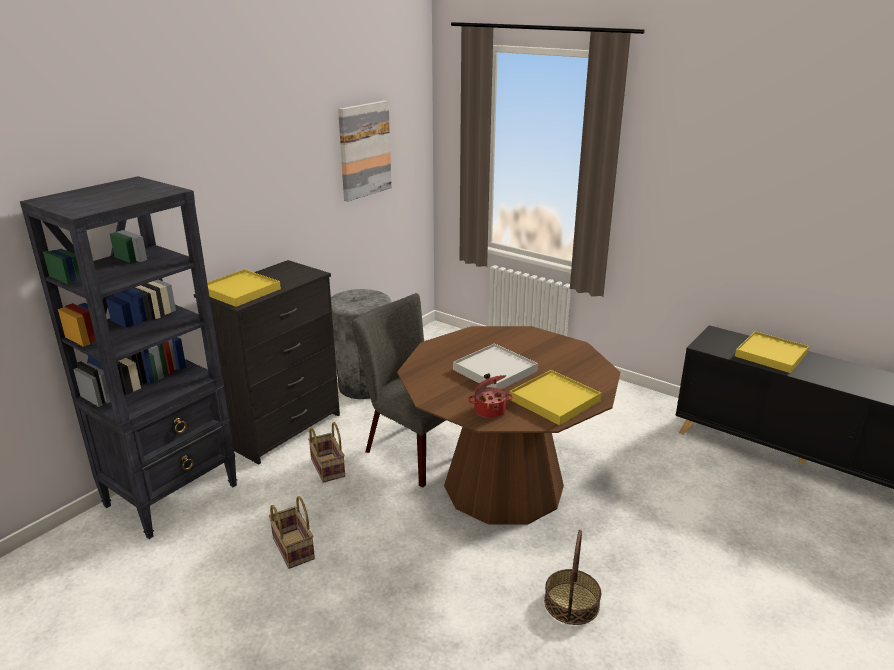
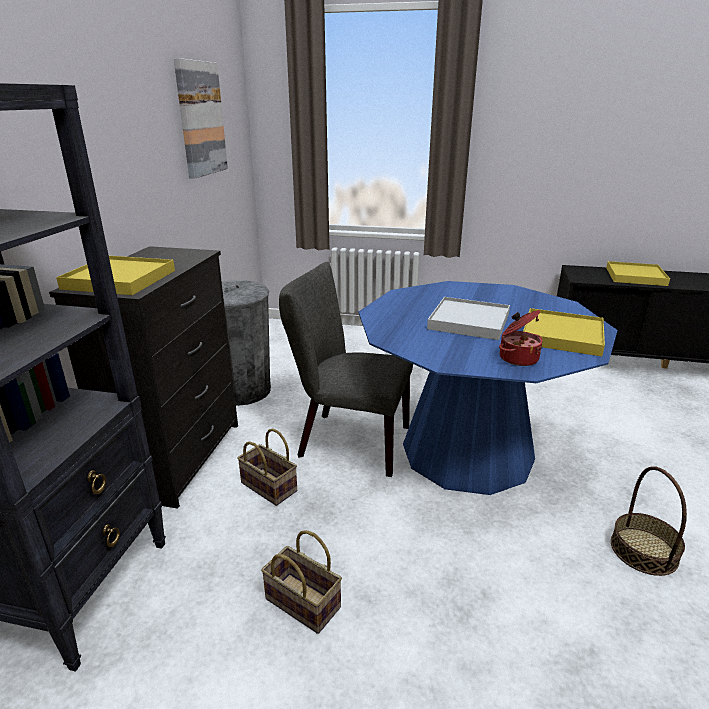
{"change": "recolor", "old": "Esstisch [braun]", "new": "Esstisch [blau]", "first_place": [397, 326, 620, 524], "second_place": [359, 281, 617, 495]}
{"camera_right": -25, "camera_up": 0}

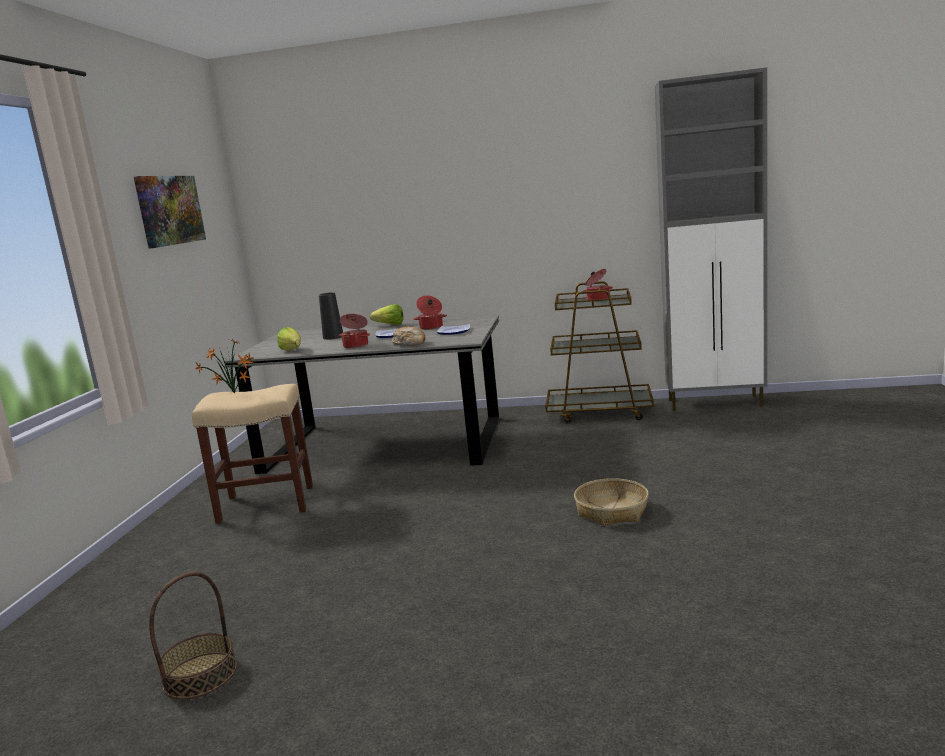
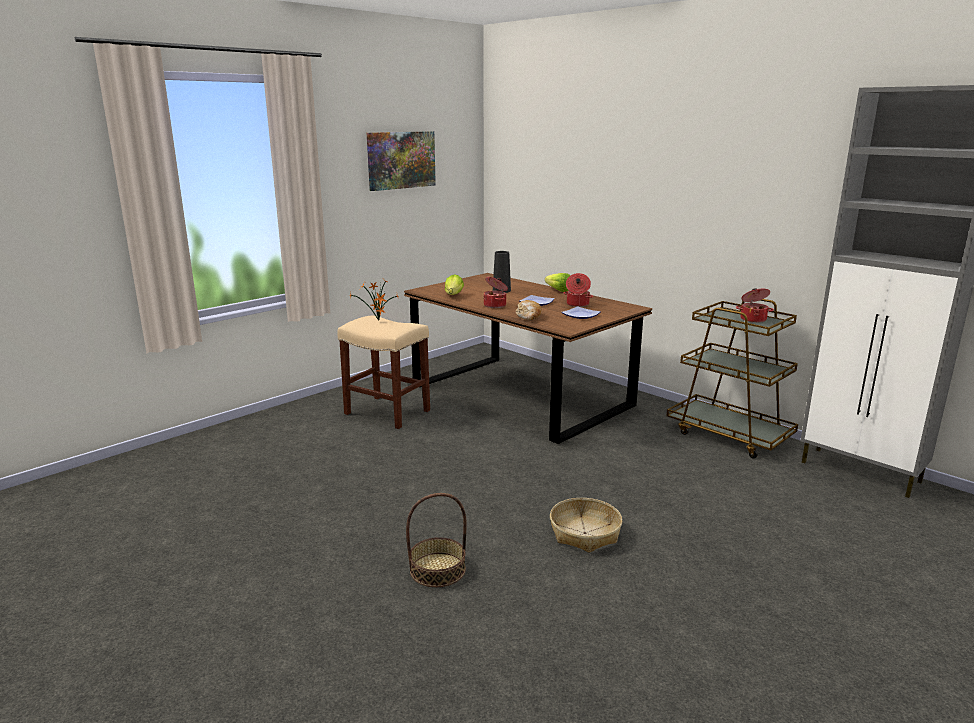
{"change": "recolor", "old": "Esstisch [grau]", "new": "Esstisch [braun]", "first_place": [224, 315, 499, 474], "second_place": [404, 273, 652, 444]}
{"change": "move", "old": "Korb", "first_place": [149, 572, 237, 699], "second_place": [406, 493, 467, 587]}
{"camera_right": 35, "camera_up": 5}

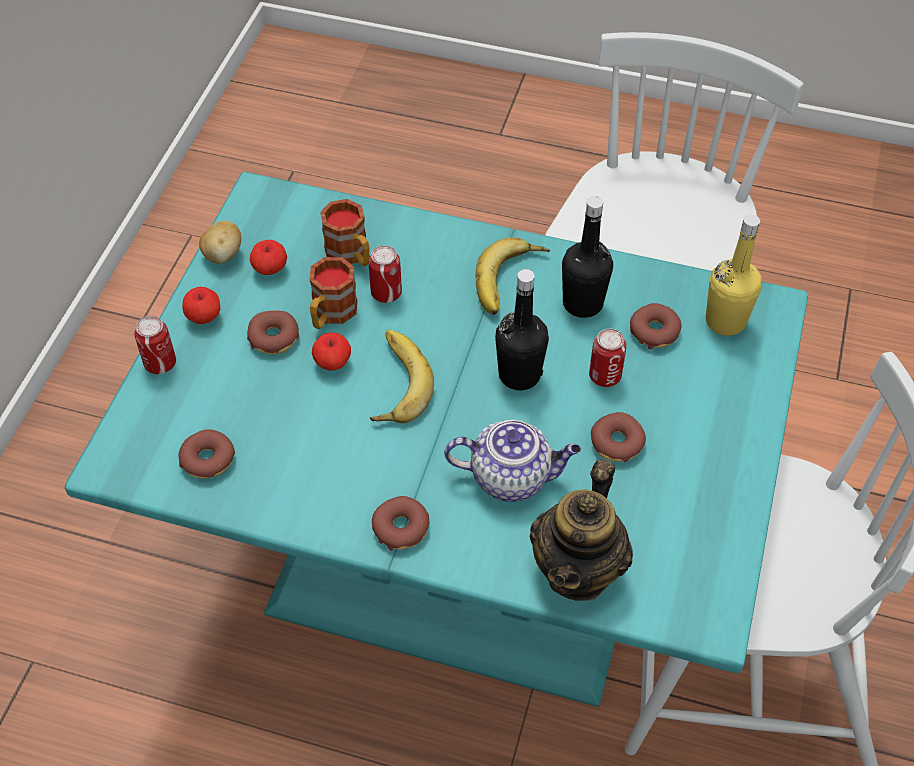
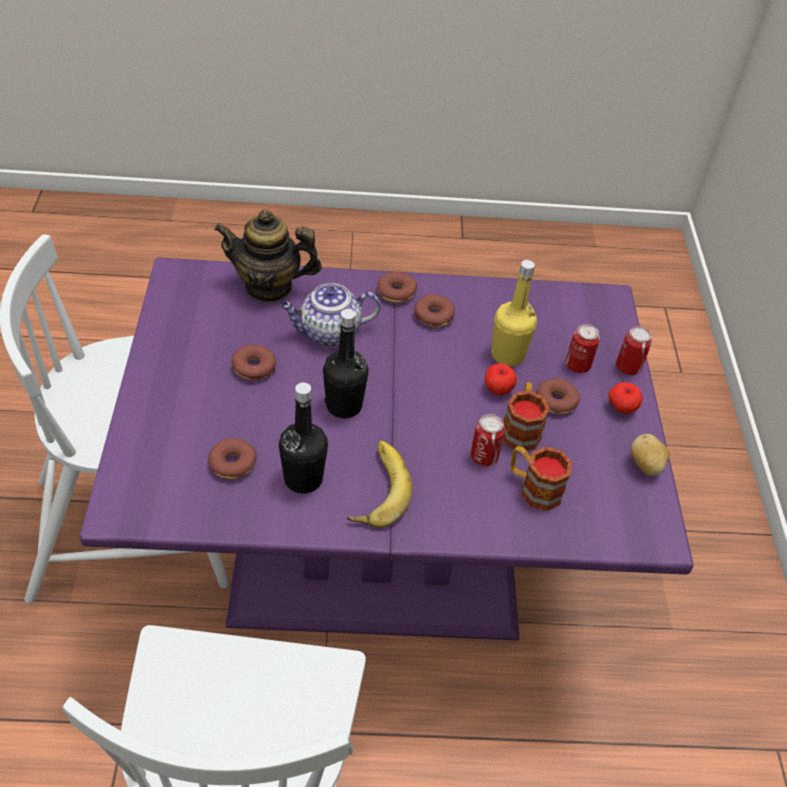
{"change": "recolor", "old": "Esstisch [türkis]", "new": "Esstisch [lila]", "first_place": [65, 172, 808, 707], "second_place": [80, 257, 694, 641]}
{"change": "move", "old": "Flasche [gelb]", "first_place": [706, 214, 762, 336], "second_place": [491, 260, 537, 366]}
{"change": "delete", "old": "Apfel", "first_place": [250, 240, 287, 275]}
{"change": "move", "old": "Dose", "first_place": [589, 328, 626, 387], "second_place": [565, 324, 600, 373]}
{"change": "delete", "old": "Banane", "first_place": [370, 330, 434, 423]}
{"change": "move", "old": "Donut", "first_place": [179, 429, 235, 479], "second_place": [414, 294, 455, 329]}
{"change": "rotate", "old": "Teekanne", "first_place": [530, 459, 633, 601], "second_place": [214, 209, 322, 303], "degrees": -90}
{"camera_right": 160, "camera_up": -5}

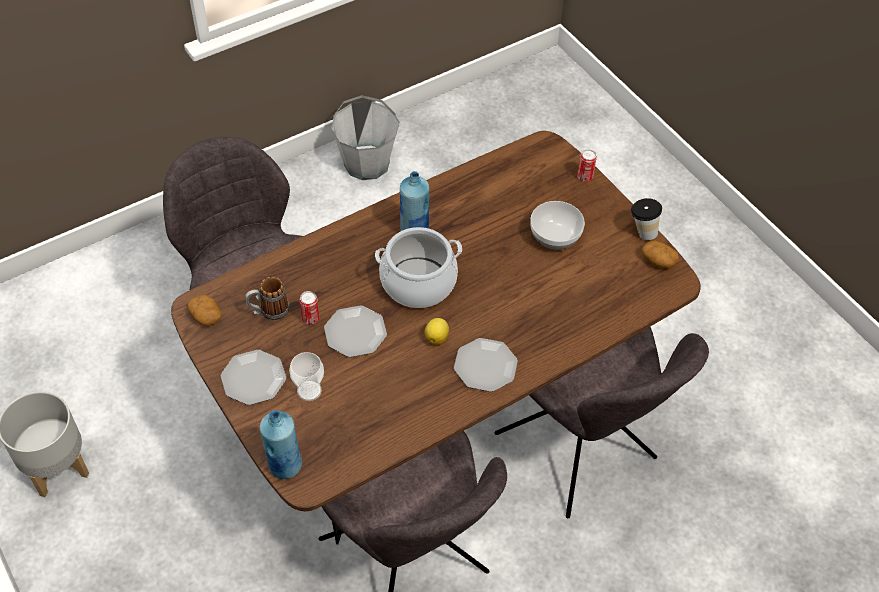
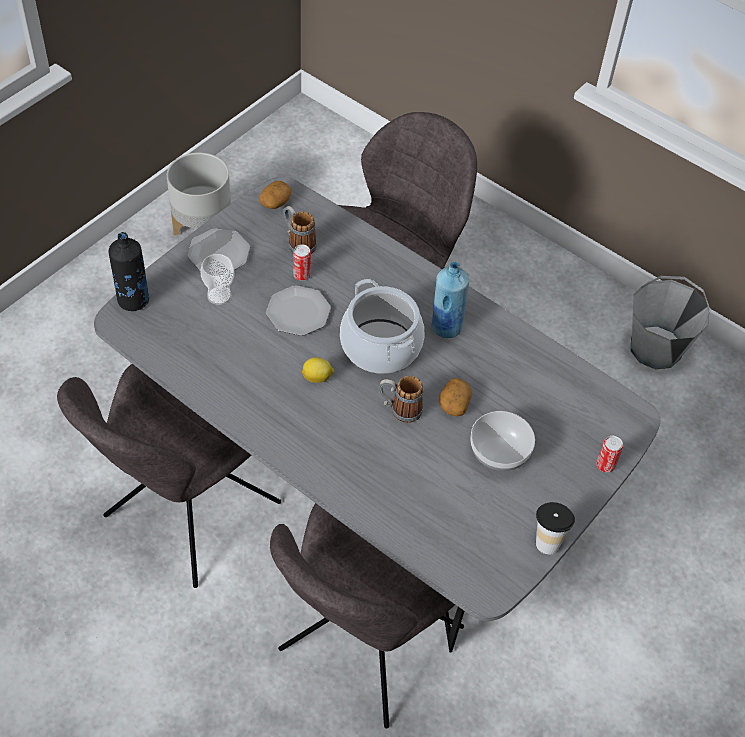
{"change": "recolor", "old": "Esstisch [braun]", "new": "Esstisch [grau]", "first_place": [171, 131, 701, 544], "second_place": [94, 177, 660, 652]}
{"change": "move", "old": "Kartoffel", "first_place": [642, 240, 679, 268], "second_place": [439, 378, 472, 416]}
{"change": "delete", "old": "Teller", "first_place": [454, 338, 518, 392]}
{"change": "recolor", "old": "Flasche [blau]", "new": "Flasche [schwarz]", "first_place": [260, 410, 302, 479], "second_place": [108, 232, 149, 311]}
{"change": "insert", "new": "Henkelbecher", "second_place": [378, 376, 423, 423]}
{"camera_right": 70, "camera_up": 0}

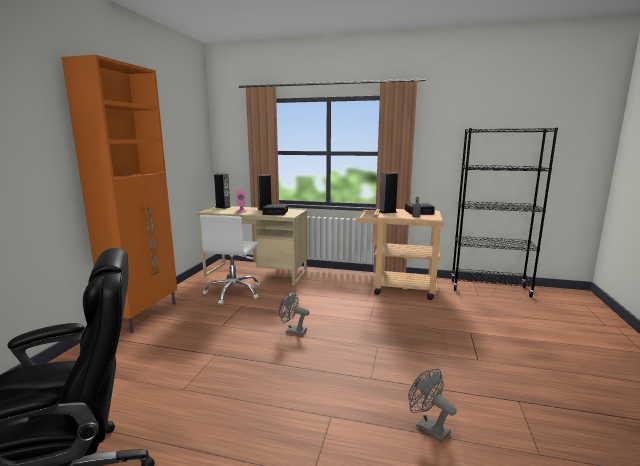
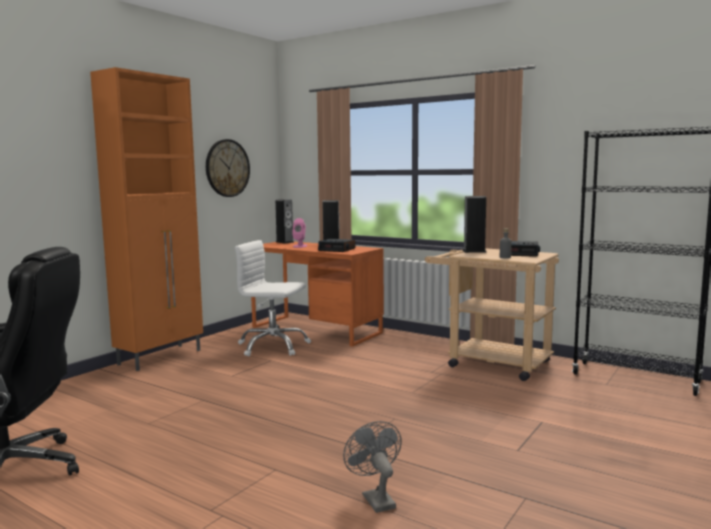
{"change": "recolor", "old": "Schreibtisch [beige]", "new": "Schreibtisch [orange]", "first_place": [197, 206, 308, 285], "second_place": [251, 242, 384, 347]}
{"change": "rotate", "old": "Bürostuhl [weiß]", "first_place": [200, 215, 260, 305], "second_place": [235, 240, 311, 356], "degrees": 75}
{"change": "delete", "old": "Ventilator [grau]", "first_place": [279, 291, 310, 336]}
{"change": "insert", "new": "Wanduhr", "second_place": [206, 139, 250, 197]}
{"camera_right": 20, "camera_up": -5}

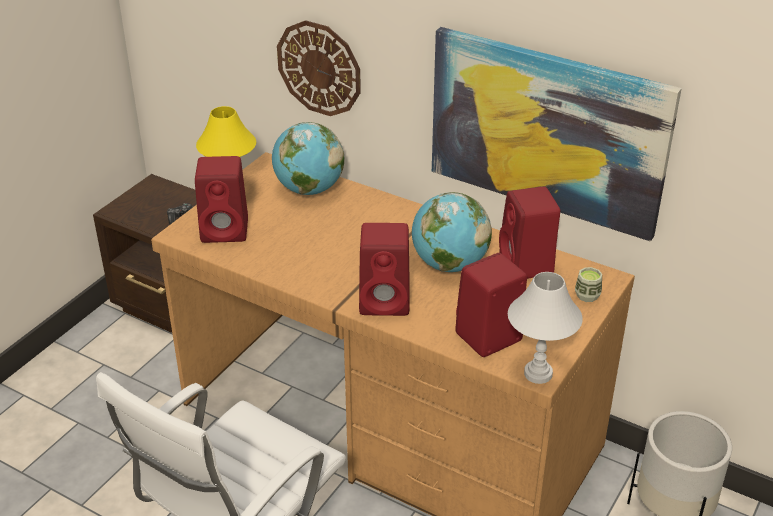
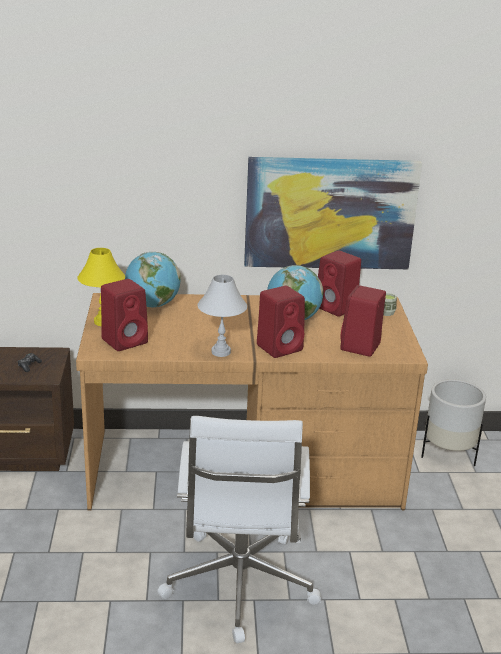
{"change": "delete", "old": "Wanduhr", "first_place": [277, 20, 361, 116]}
{"change": "move", "old": "Tischlampe [weiß]", "first_place": [508, 272, 583, 384], "second_place": [197, 275, 247, 357]}
{"camera_right": -35, "camera_up": -10}

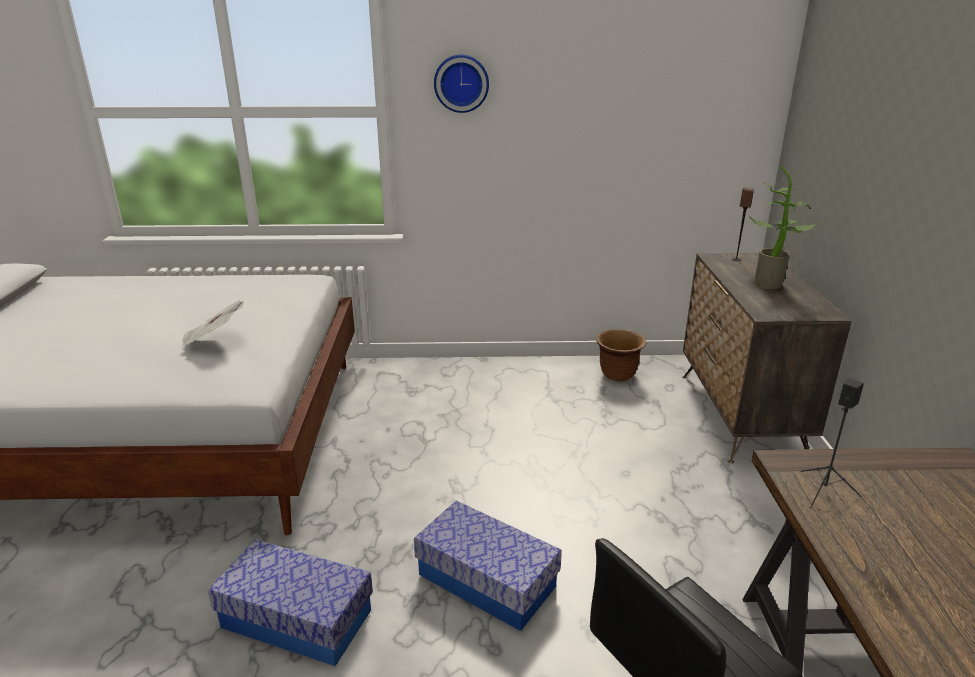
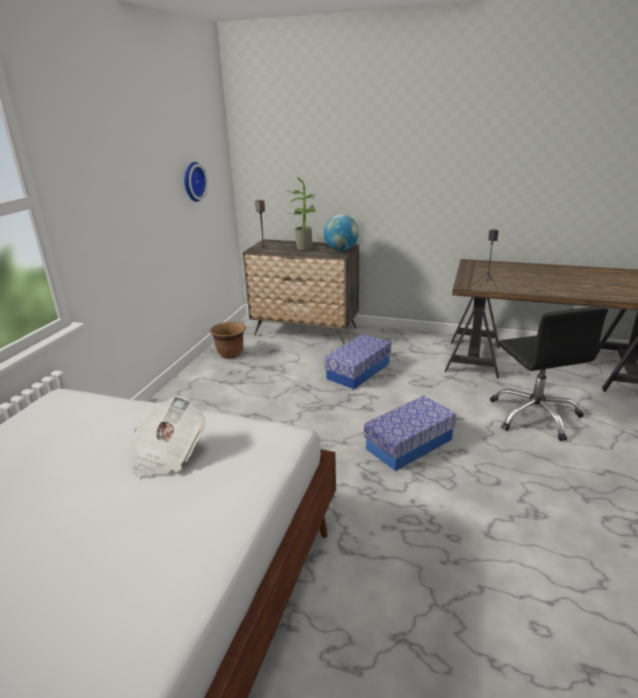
{"change": "move", "old": "Wanduhr", "first_place": [434, 55, 489, 113], "second_place": [184, 162, 208, 202]}
{"change": "move", "old": "Aufbewahrungsbox", "first_place": [208, 539, 373, 666], "second_place": [324, 334, 391, 389]}
{"change": "insert", "new": "Globus", "second_place": [324, 215, 359, 251]}
{"camera_right": -70, "camera_up": 0}

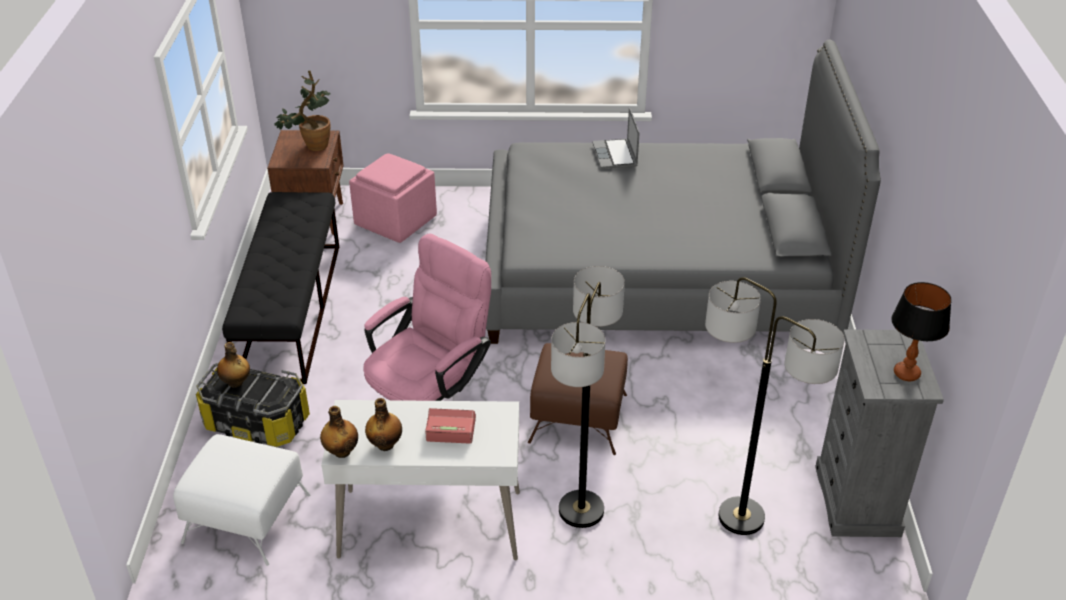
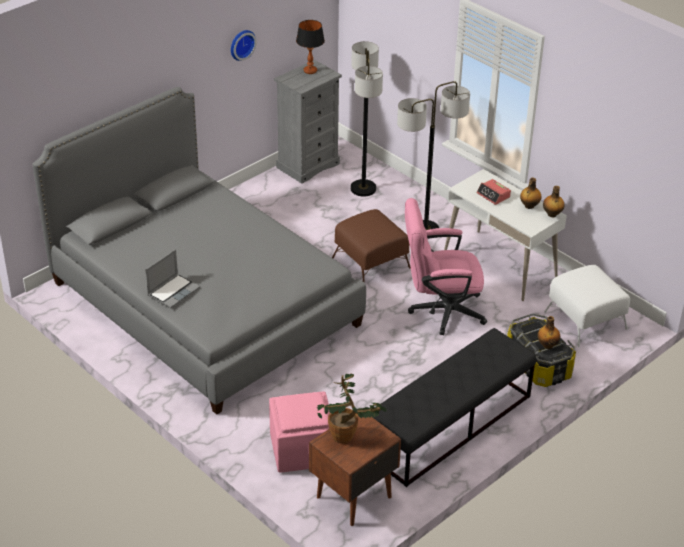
{"change": "insert", "new": "Wanduhr", "second_place": [231, 30, 257, 61]}
{"camera_right": -135, "camera_up": 0}

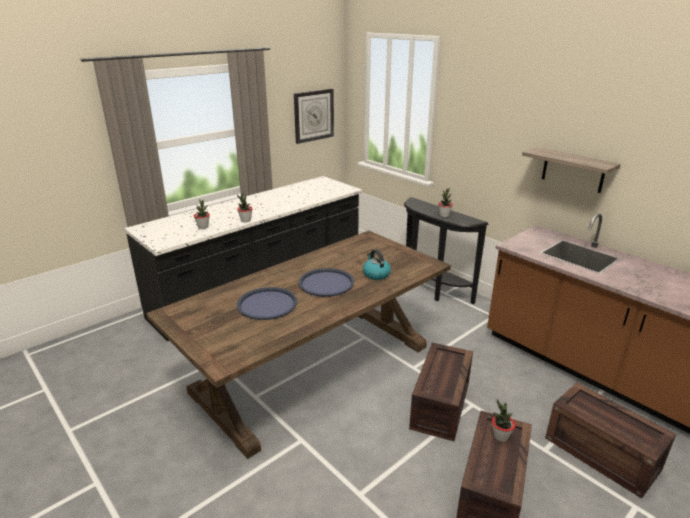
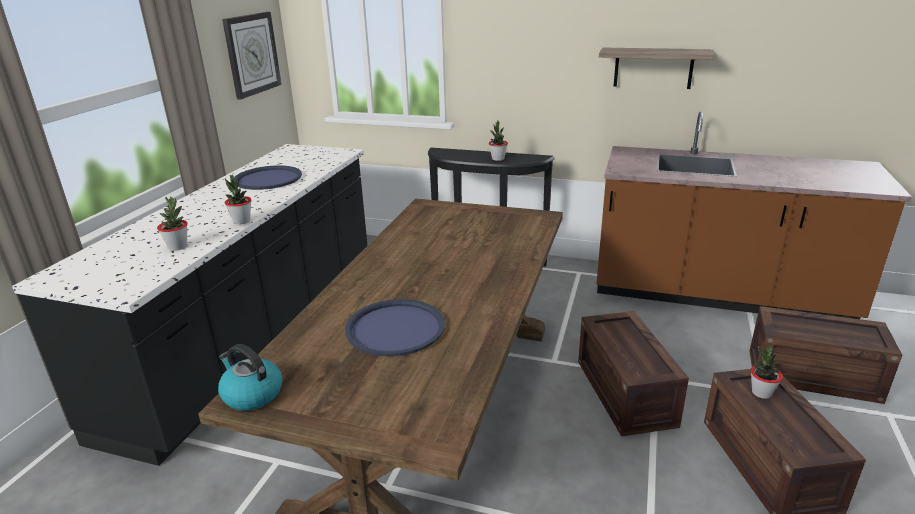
{"change": "move", "old": "Wasserkessel", "first_place": [363, 249, 391, 280], "second_place": [218, 344, 282, 411]}
{"change": "move", "old": "Tablett [blau]", "first_place": [299, 268, 354, 297], "second_place": [234, 166, 302, 190]}
{"camera_right": -30, "camera_up": 0}

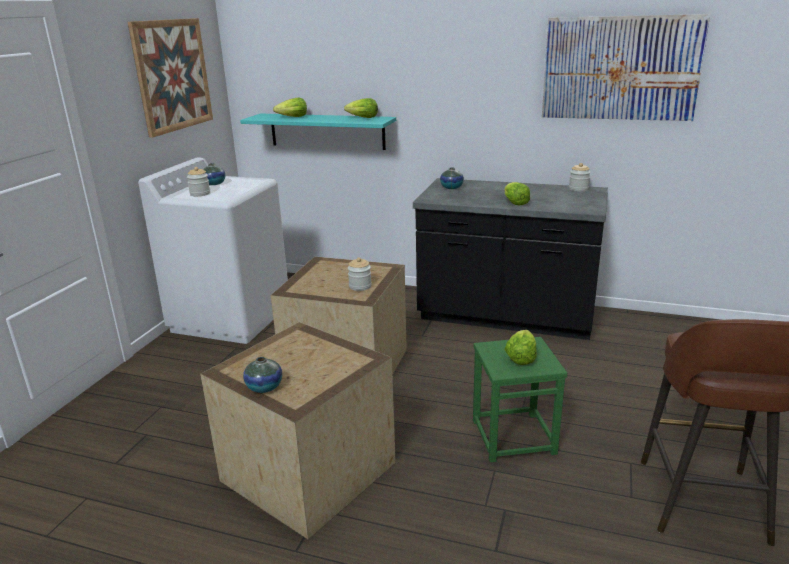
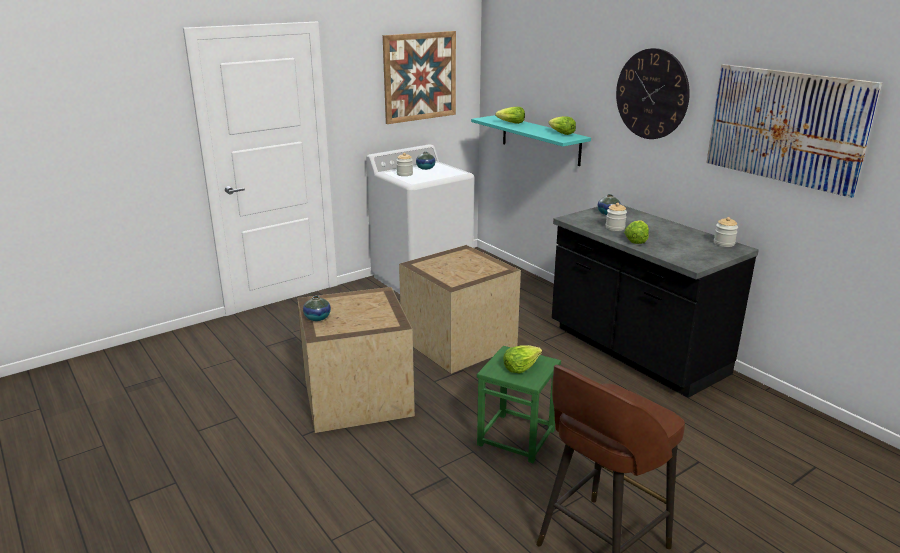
{"change": "move", "old": "Vorratsglas", "first_place": [348, 257, 372, 291], "second_place": [606, 203, 627, 231]}
{"change": "insert", "new": "Wanduhr", "second_place": [616, 48, 690, 139]}
{"camera_right": 35, "camera_up": 0}

